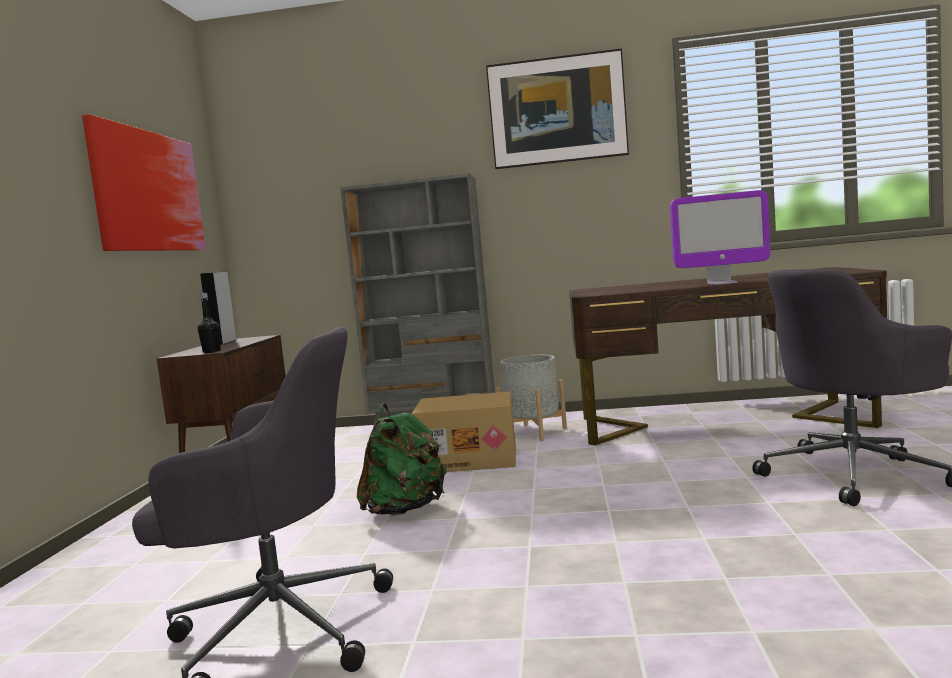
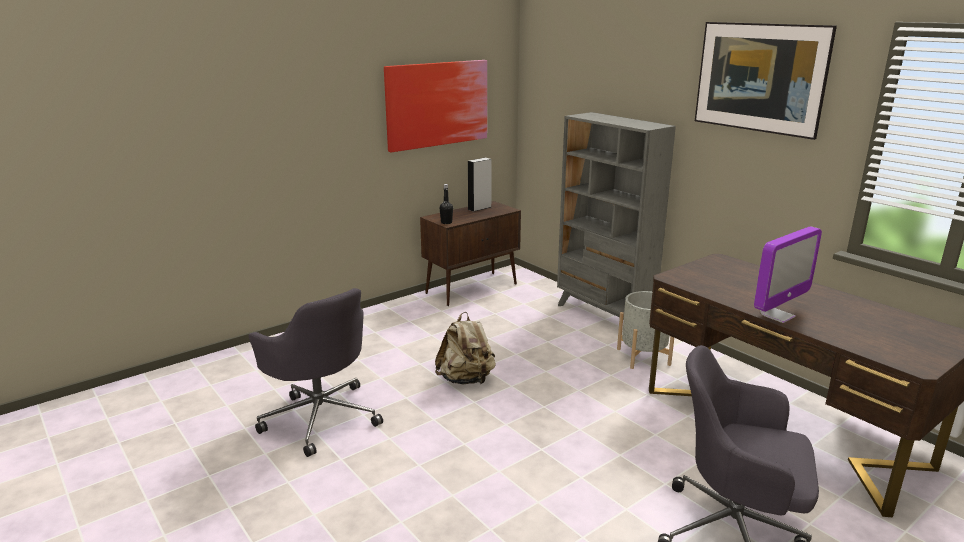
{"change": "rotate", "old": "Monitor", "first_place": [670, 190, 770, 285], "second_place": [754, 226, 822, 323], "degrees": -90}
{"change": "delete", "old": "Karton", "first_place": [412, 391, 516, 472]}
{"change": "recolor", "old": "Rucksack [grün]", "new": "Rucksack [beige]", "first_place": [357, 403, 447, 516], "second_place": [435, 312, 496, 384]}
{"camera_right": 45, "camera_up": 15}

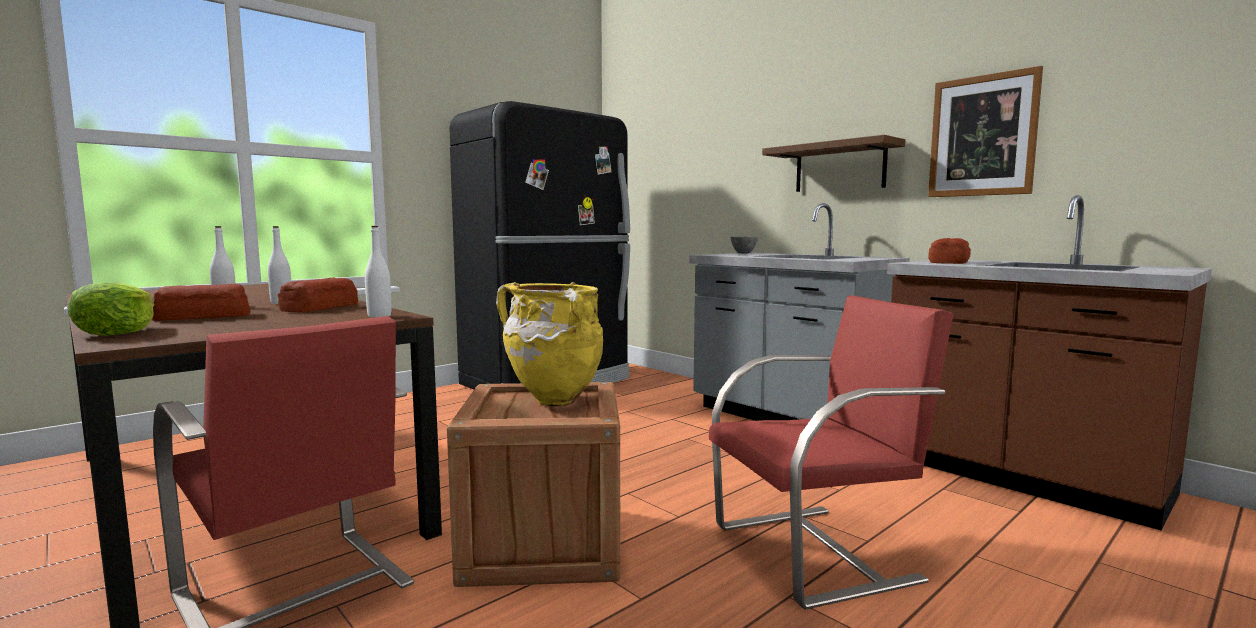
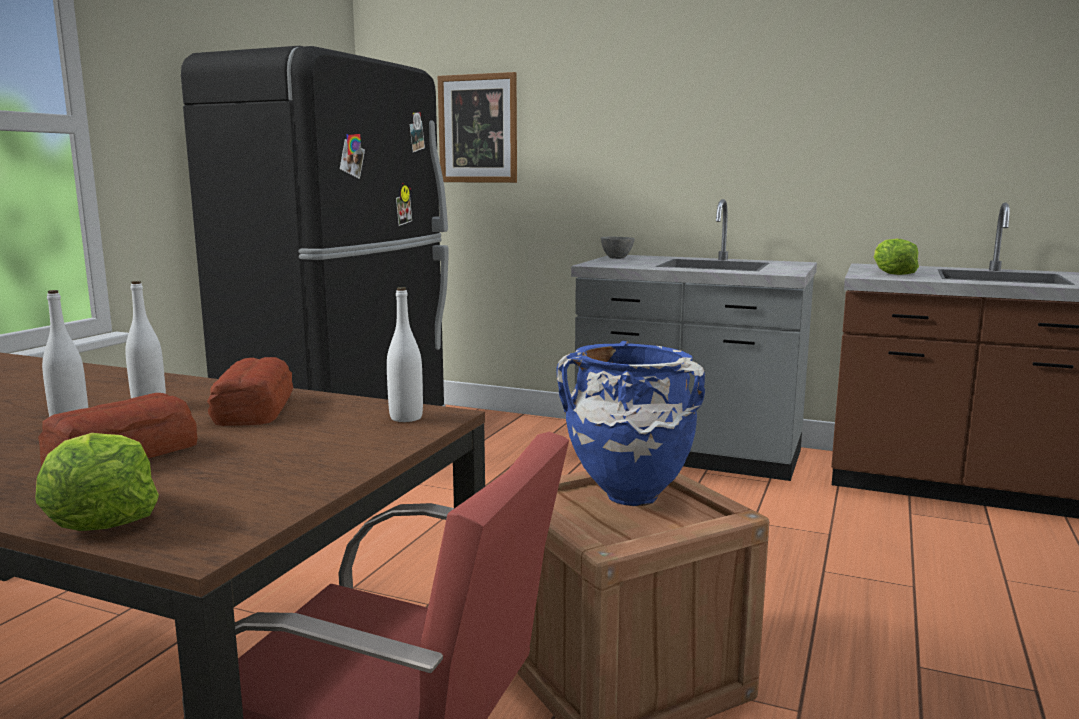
{"change": "move", "old": "Bild", "first_place": [928, 66, 1043, 197], "second_place": [438, 72, 517, 183]}
{"change": "delete", "old": "Wandregal [braun]", "first_place": [762, 135, 905, 192]}
{"change": "replace", "old": "Brot", "new": "Salatkopf", "first_place": [928, 238, 971, 264], "second_place": [873, 239, 919, 275]}
{"change": "recolor", "old": "Vase [gelb]", "new": "Vase [blau]", "first_place": [496, 282, 603, 406], "second_place": [556, 341, 705, 506]}
{"change": "delete", "old": "Stuhl [rot]", "first_place": [709, 295, 954, 610]}
{"camera_right": -25, "camera_up": 5}

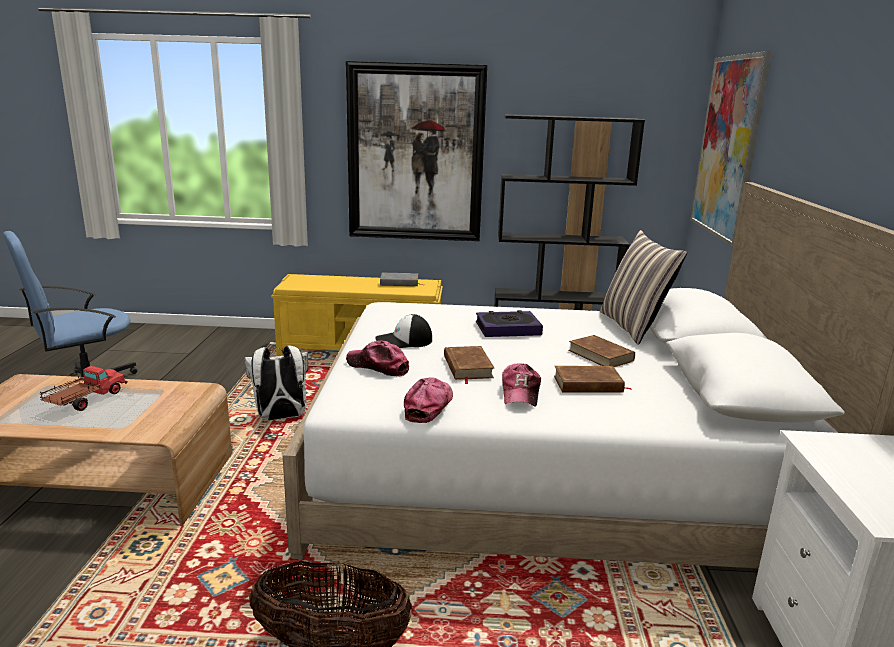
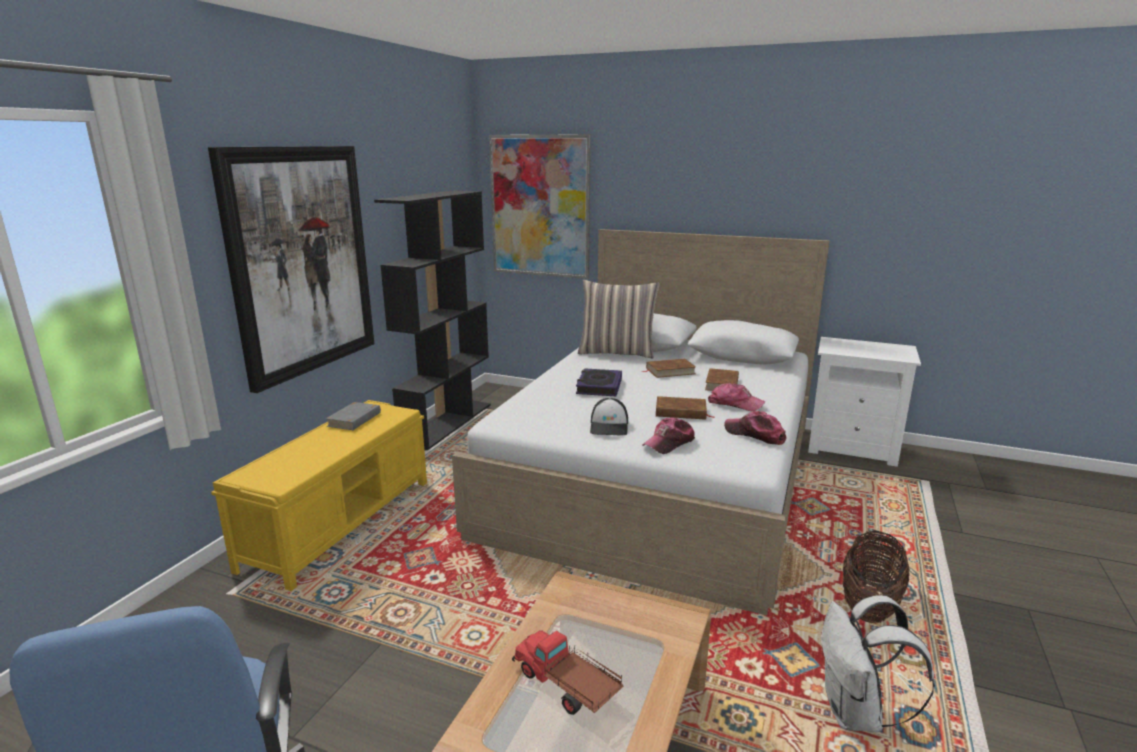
{"change": "move", "old": "Rucksack [weiß]", "first_place": [244, 345, 308, 421], "second_place": [821, 595, 935, 732]}
{"camera_right": -70, "camera_up": 0}

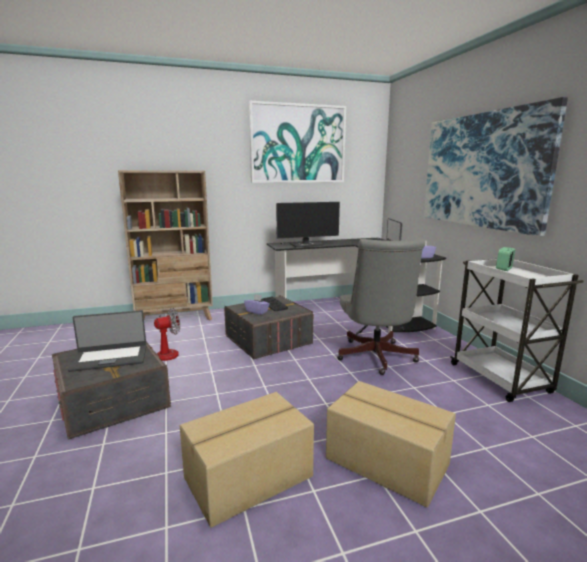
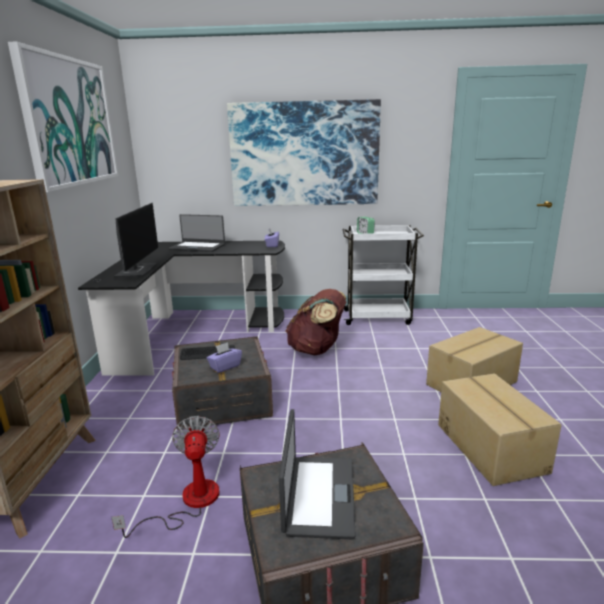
{"change": "replace", "old": "Bürostuhl [grau]", "new": "Rucksack [braun]", "first_place": [337, 239, 425, 375], "second_place": [286, 289, 346, 356]}
{"camera_right": -70, "camera_up": 5}

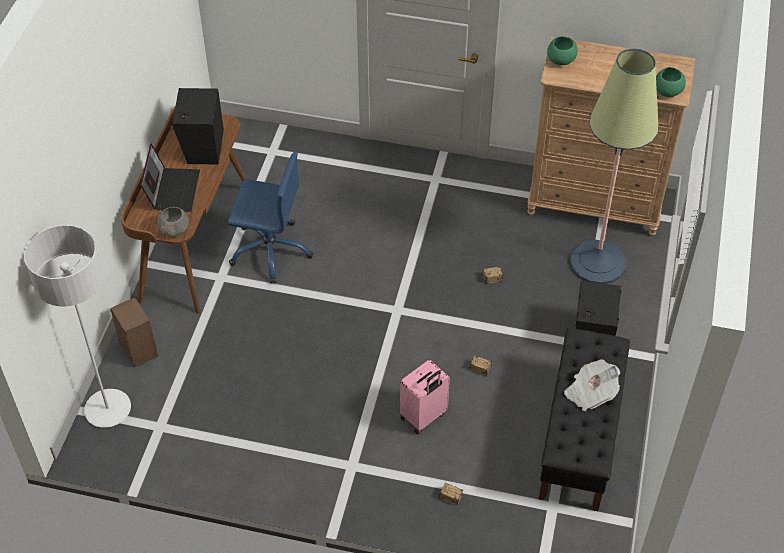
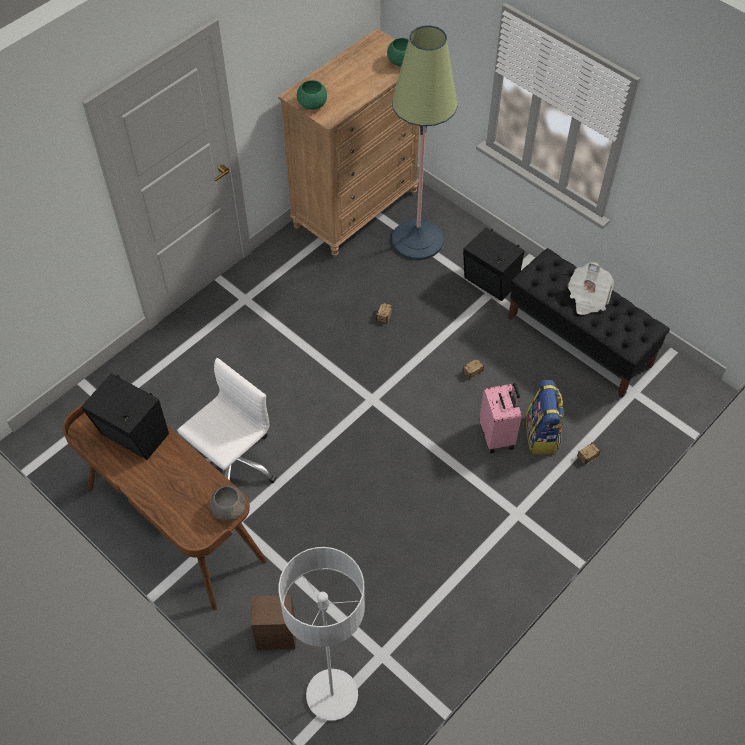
{"change": "delete", "old": "Laptop", "first_place": [140, 144, 200, 211]}
{"change": "recolor", "old": "Bürostuhl [blau]", "new": "Bürostuhl [weiß]", "first_place": [228, 152, 313, 283], "second_place": [177, 358, 276, 483]}
{"change": "insert", "new": "Rucksack", "second_place": [526, 380, 564, 454]}
{"camera_right": -60, "camera_up": 5}

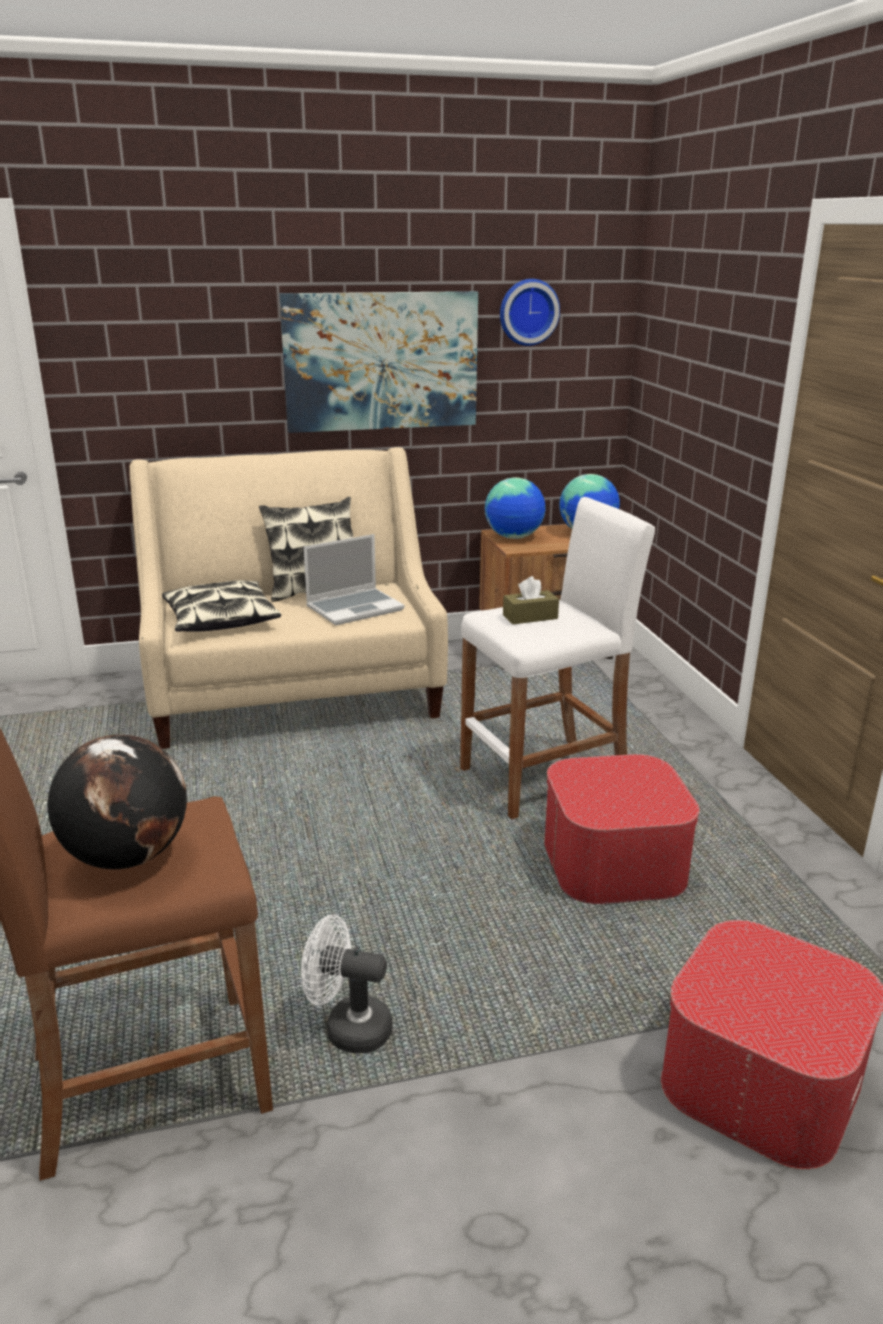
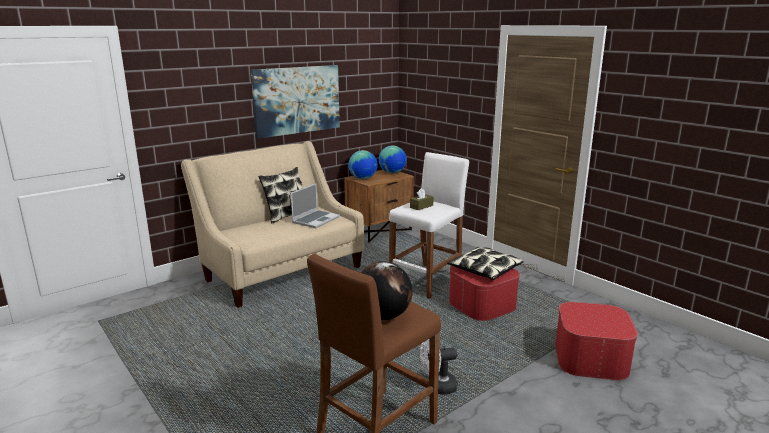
{"change": "delete", "old": "Wanduhr", "first_place": [500, 279, 560, 346]}
{"change": "move", "old": "Kissen", "first_place": [162, 580, 281, 632], "second_place": [447, 247, 524, 280]}
{"camera_right": -25, "camera_up": -5}

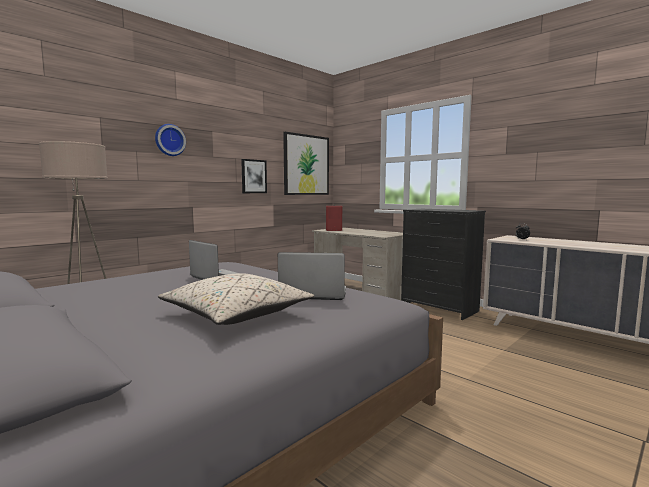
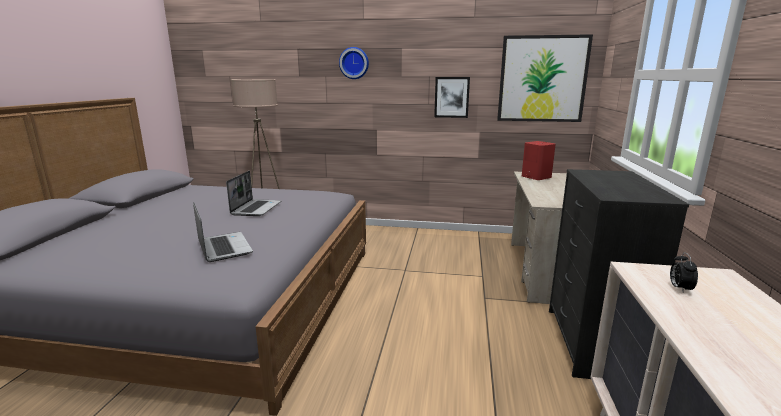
{"change": "delete", "old": "Kissen [beige]", "first_place": [158, 273, 314, 325]}
{"camera_right": 55, "camera_up": 10}

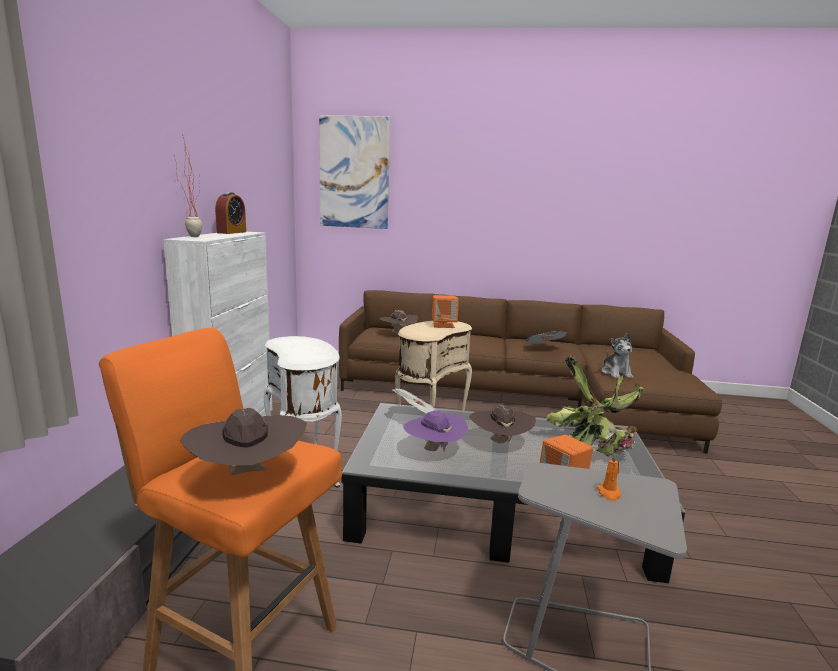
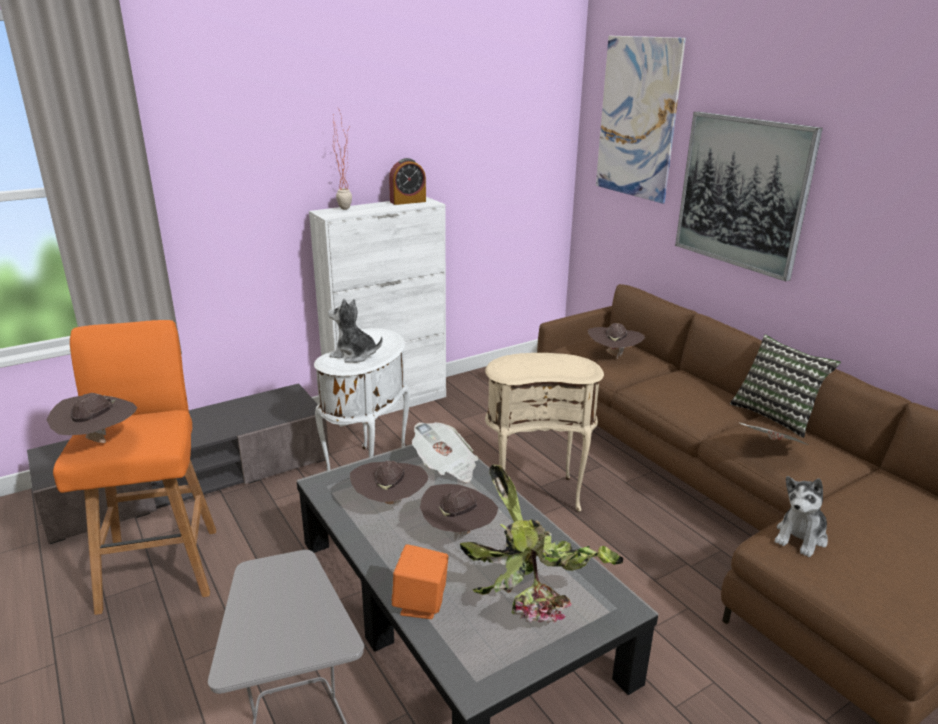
{"change": "delete", "old": "Lautsprecher [orange]", "first_place": [432, 295, 459, 328]}
{"change": "recolor", "old": "Hut [lila]", "new": "Hut [braun]", "first_place": [403, 410, 468, 453], "second_place": [350, 461, 428, 510]}
{"change": "delete", "old": "Kerze [orange]", "first_place": [596, 453, 621, 501]}
{"change": "insert", "new": "Bild", "second_place": [675, 112, 823, 281]}
{"change": "insert", "new": "Plüschtier", "second_place": [328, 299, 383, 363]}
{"change": "insert", "new": "Kissen", "second_place": [730, 334, 841, 438]}
{"camera_right": 50, "camera_up": 10}

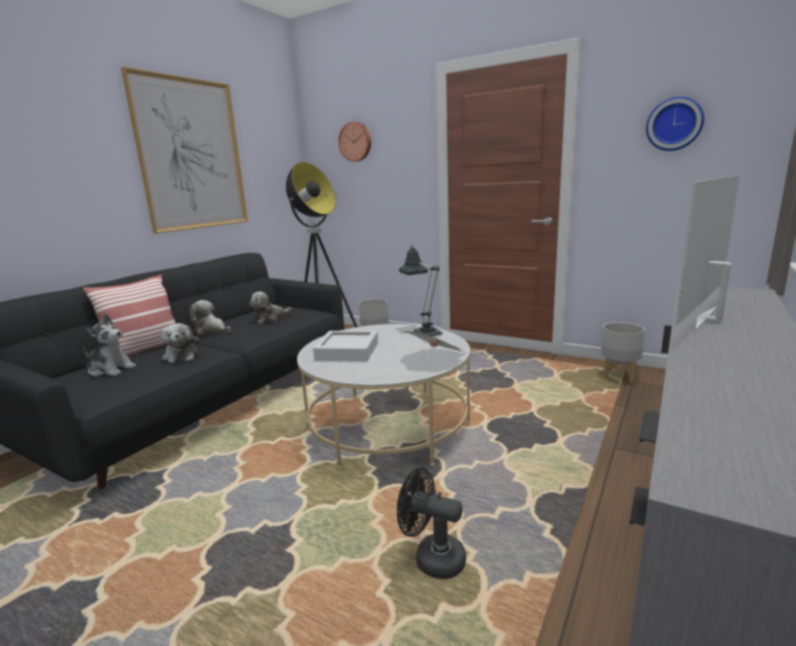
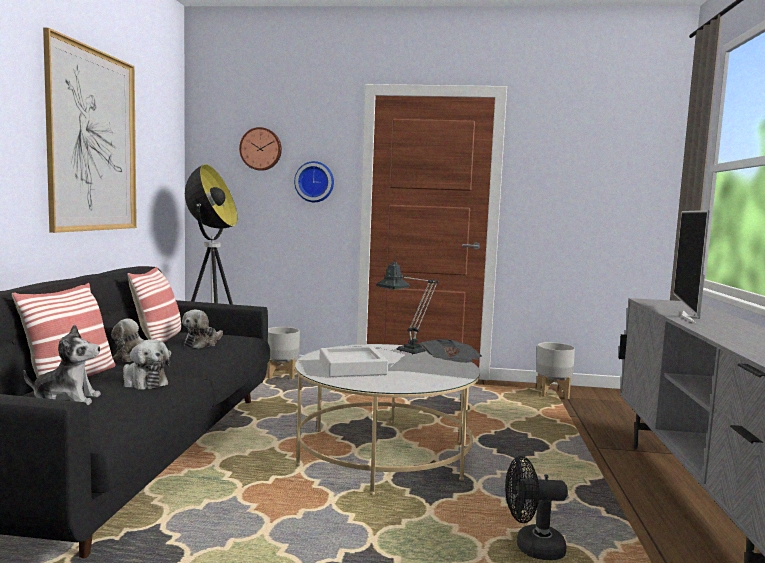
{"change": "move", "old": "Wanduhr", "first_place": [646, 97, 704, 151], "second_place": [294, 161, 334, 202]}
{"change": "insert", "new": "Kissen", "second_place": [127, 266, 181, 343]}
{"camera_right": -25, "camera_up": -10}

